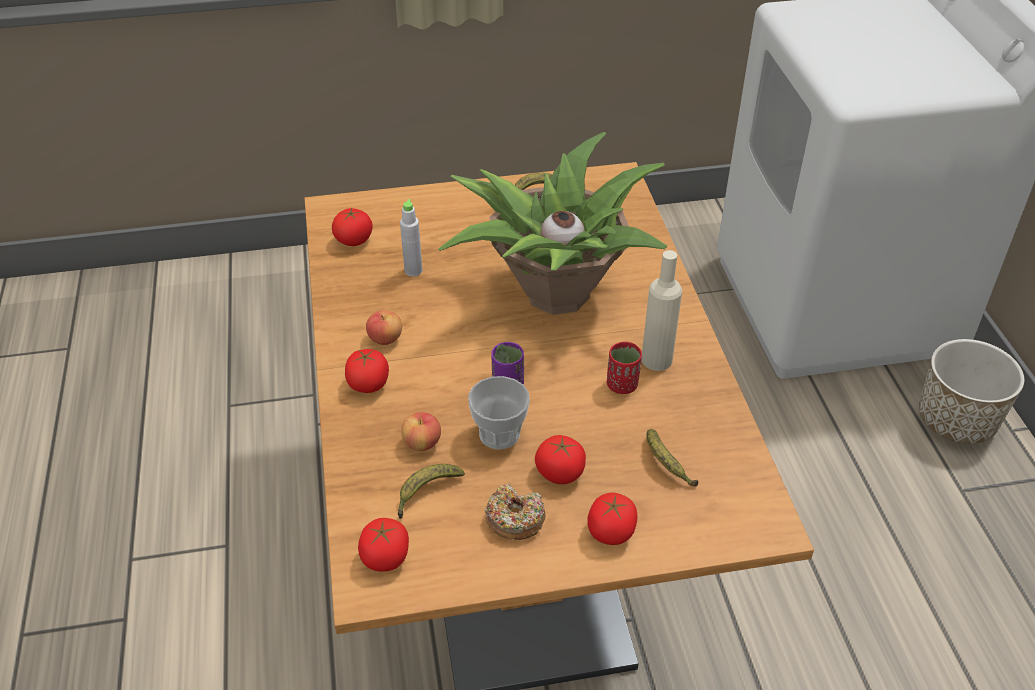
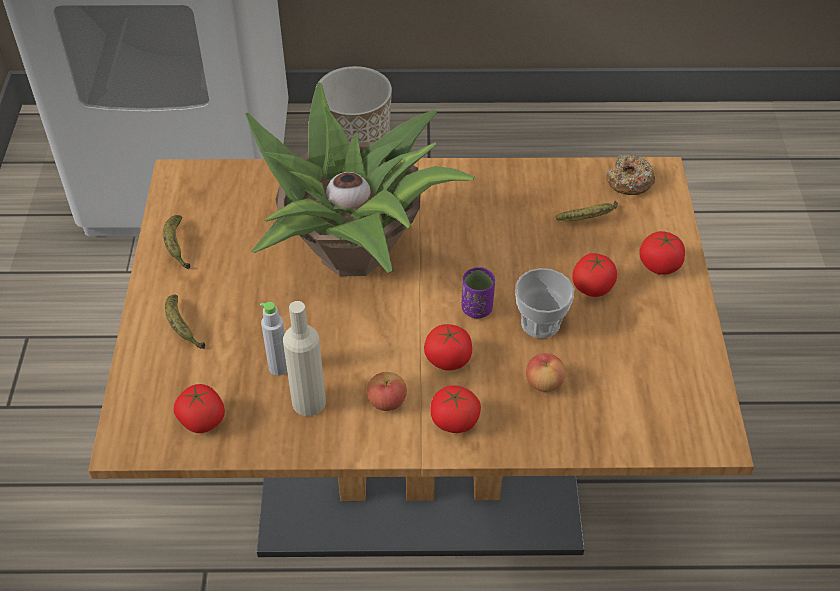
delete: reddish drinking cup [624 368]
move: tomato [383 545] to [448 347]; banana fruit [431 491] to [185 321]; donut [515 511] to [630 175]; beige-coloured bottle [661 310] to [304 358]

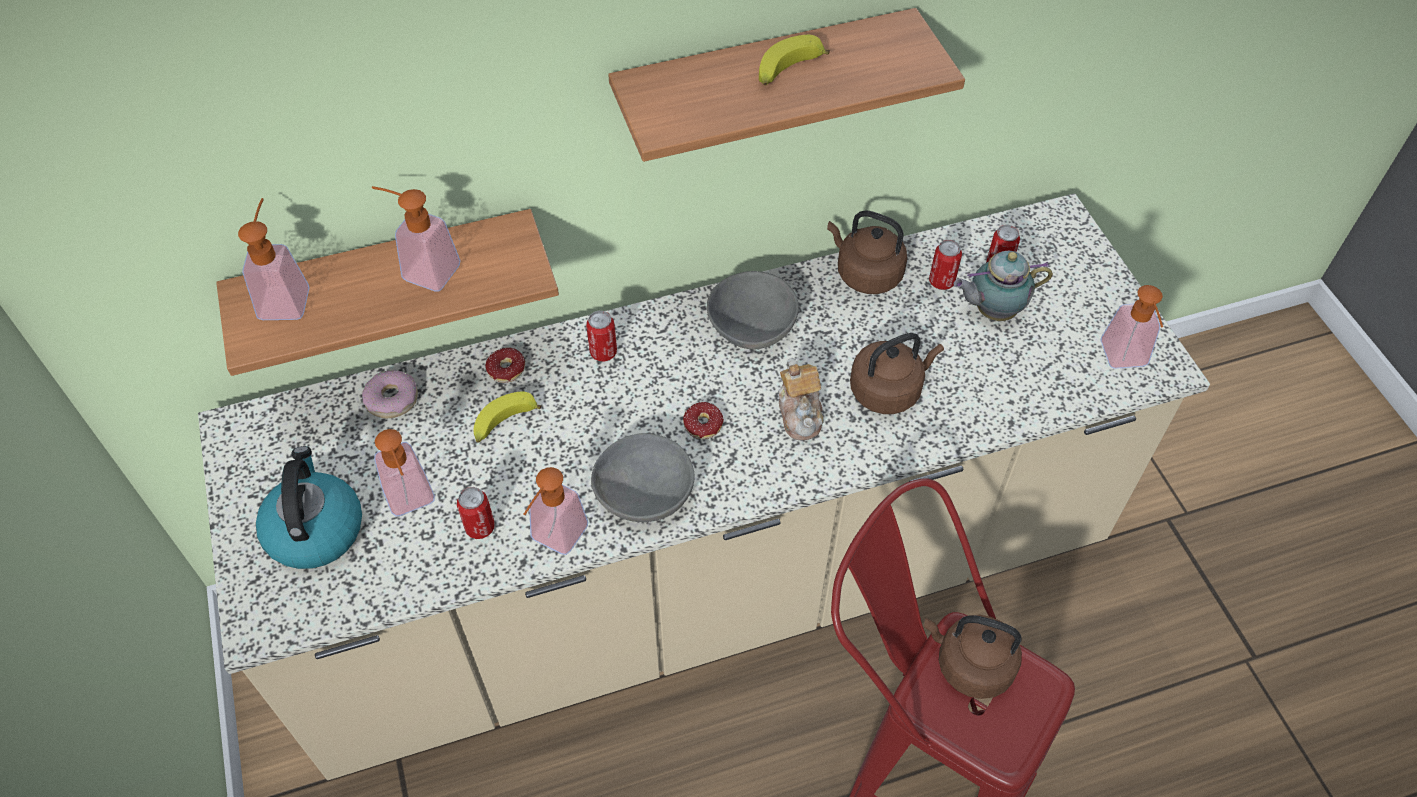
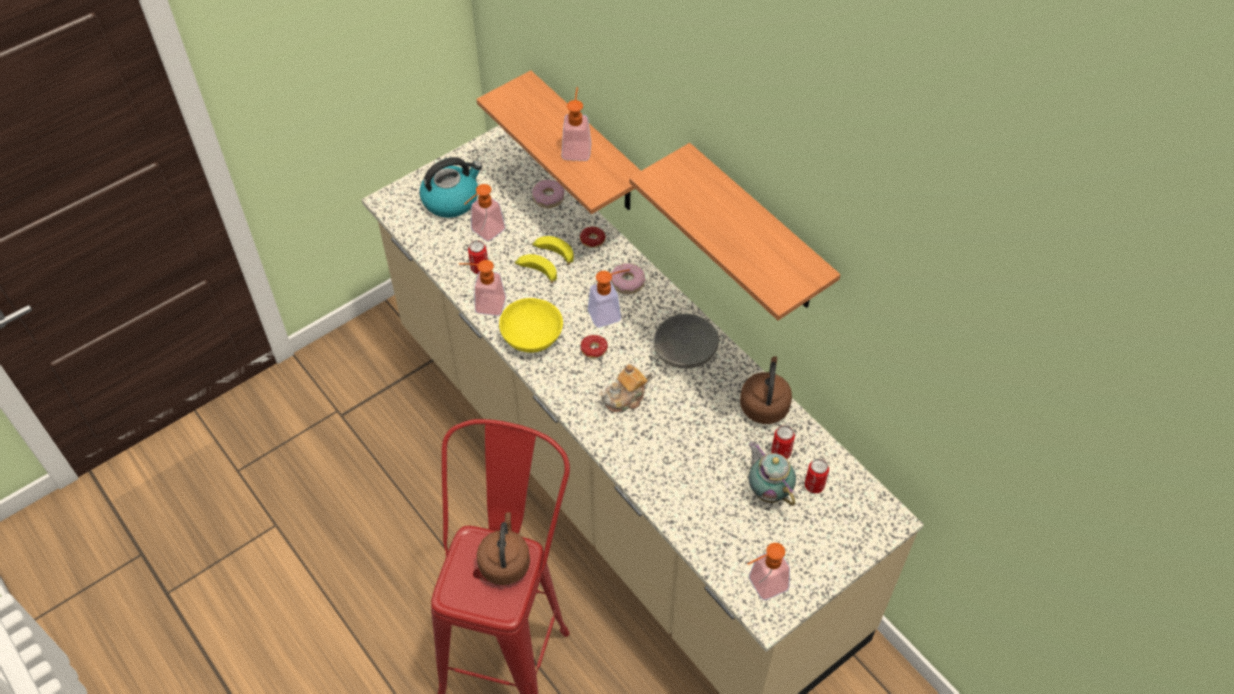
delete: brown-coloured kettle [897 373]
move: soap dispenser [274 259] to [609 298]; banana fruit [794 60] to [536 268]
replace: sealed can [601 336] to donut [628 278]
recolor: gray bowl [642 477] to yellow bowl [531 325]

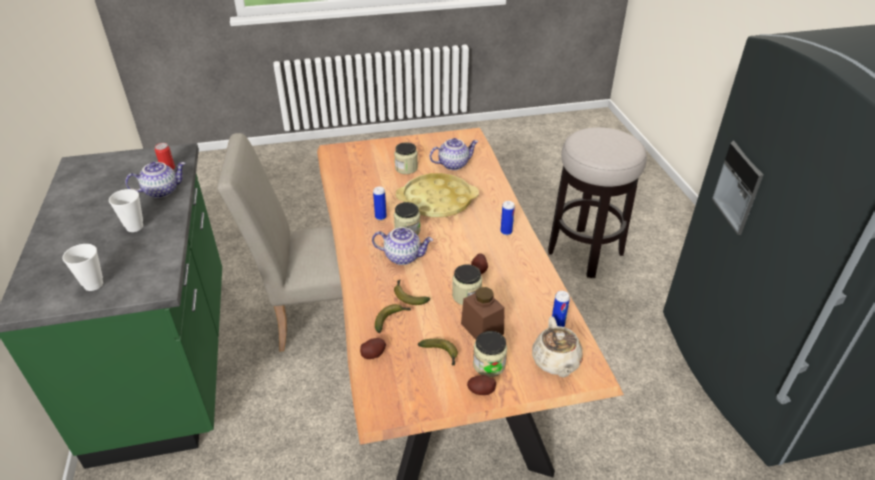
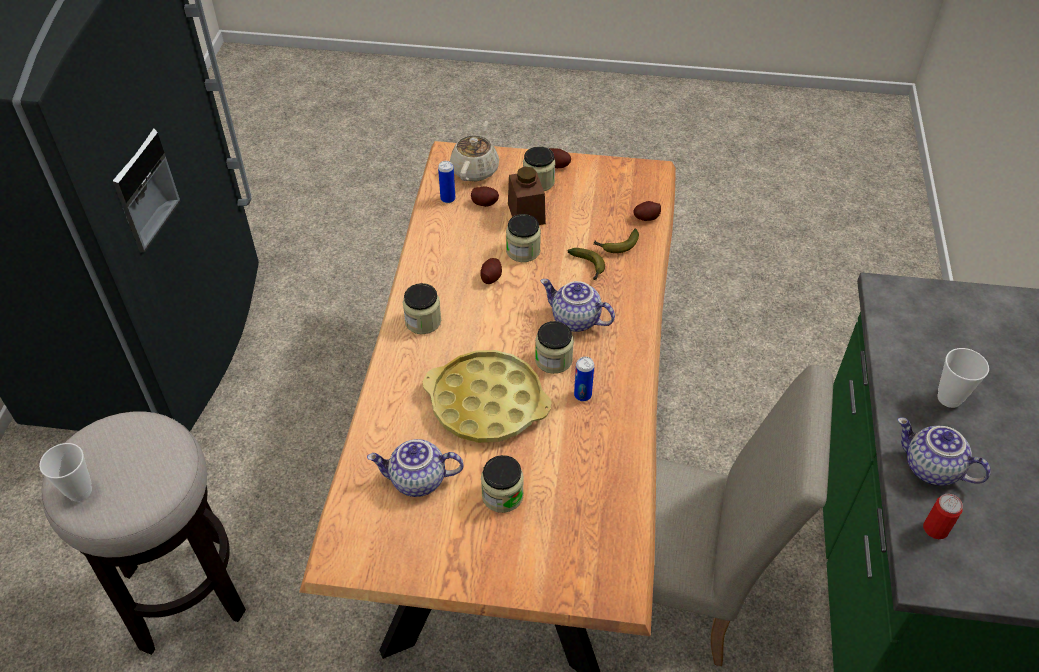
delete: banana fruit [438 352]
insert: whole potato [485 197]
move: drinking cup [82 267] to [65 472]
replace: sealed can [507 218] to storage jar [422 308]
rotate: pot for tea [155 180] = [944 451] 45 degrees clockwise

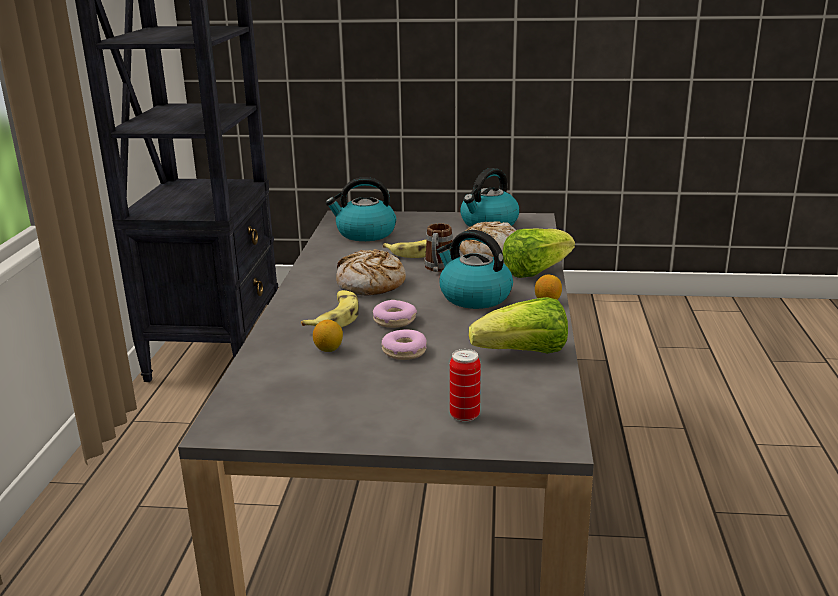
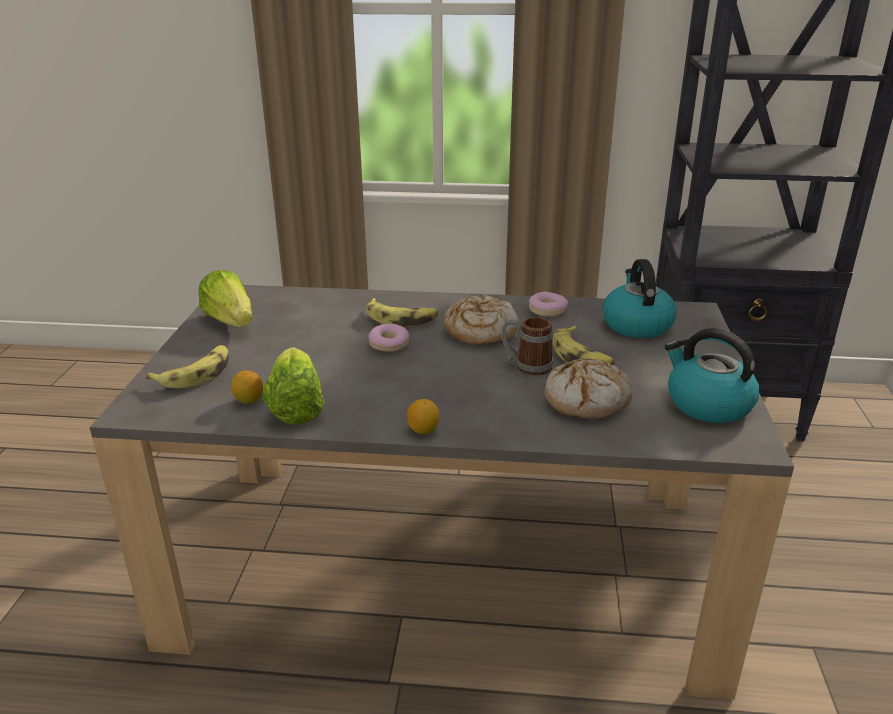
delete: kettle [474 269]
move: whole lemon [328 336] to [247 387]; donut [404 344] to [548 304]; lettuce head [539 253] to [225 298]
replace: sealed can [465 385] to banana fruit [187 366]

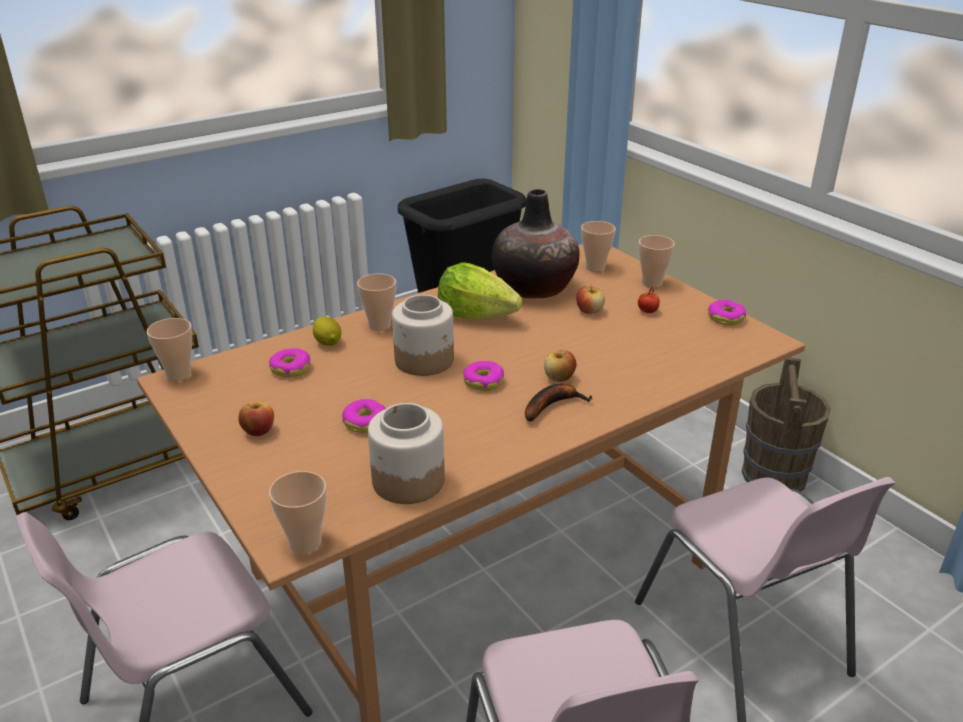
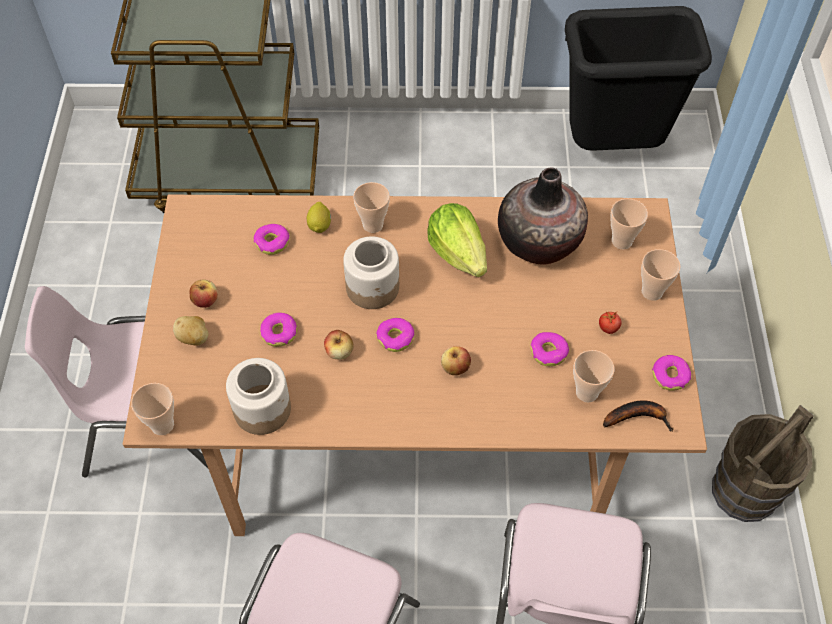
insert: whole potato [190 331]; donut [550 349]
move: drinking cup [169 349] to [593 376]; banana fruit [559 402] to [638 416]; apple [590 300] to [339 345]

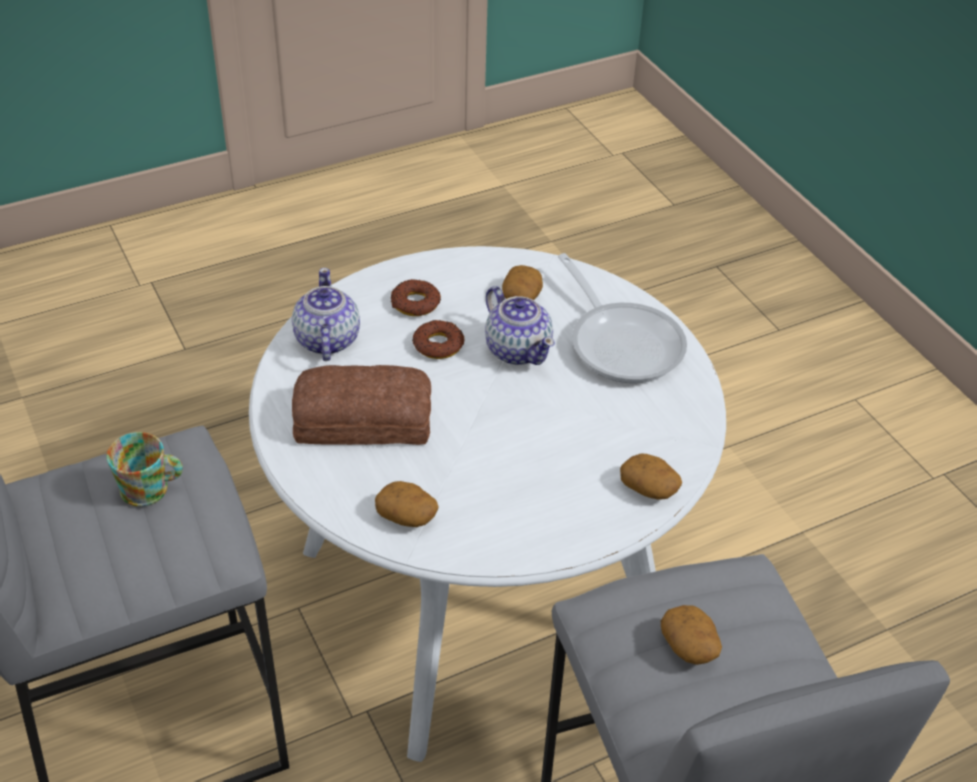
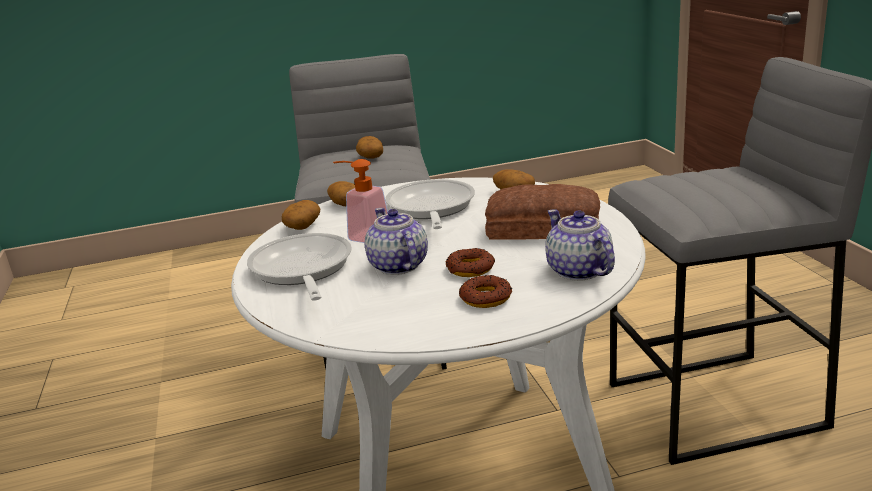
delete: coffee mug [144 469]
insert: soap dispenser [360 201]; pan [430 204]
move: whole potato [522 282] to [301 215]
rotate: pot for tea [326 314] = [580 245] 150 degrees clockwise

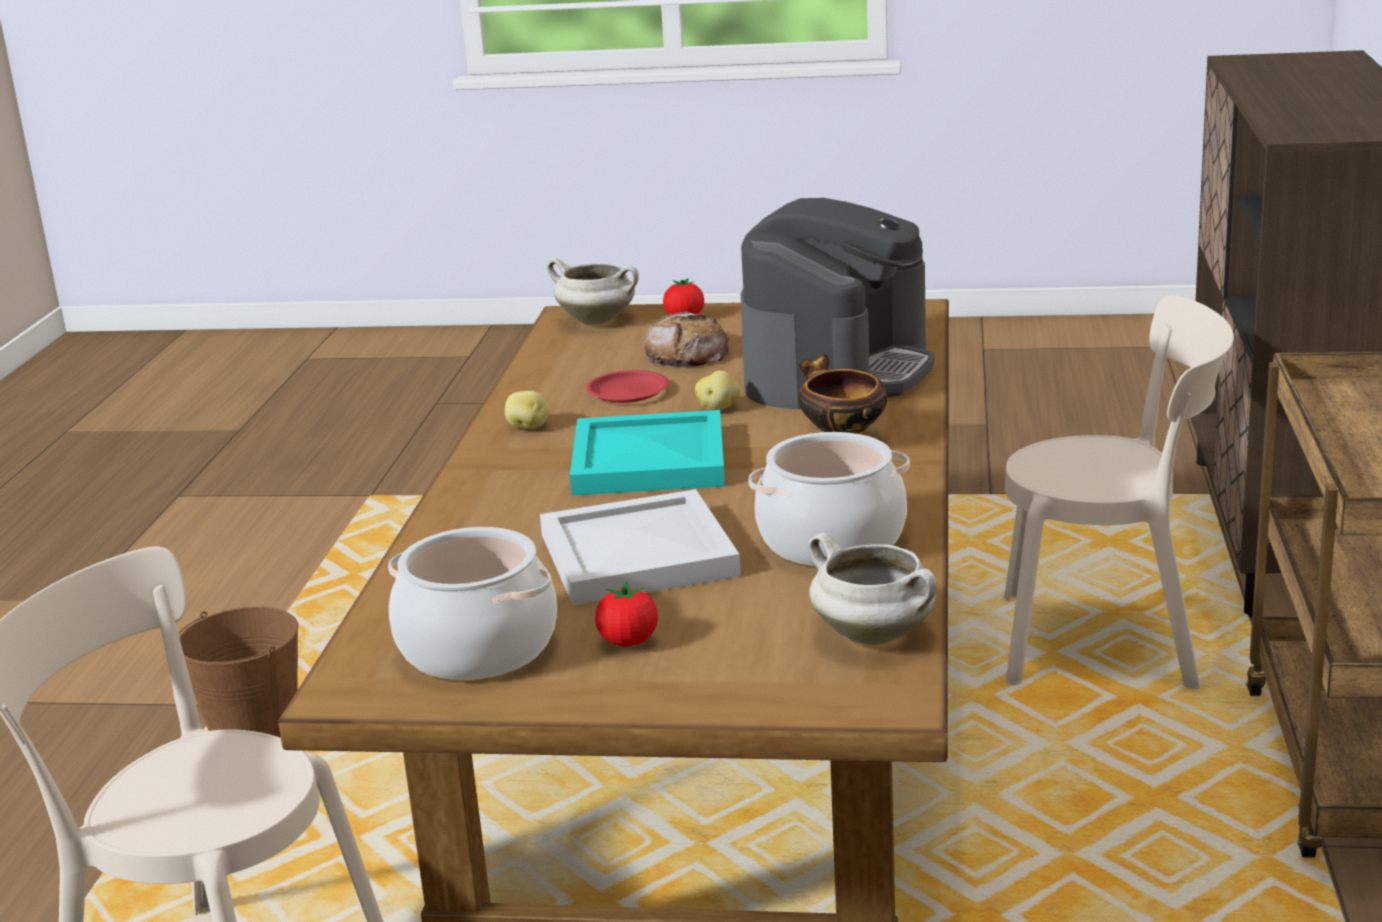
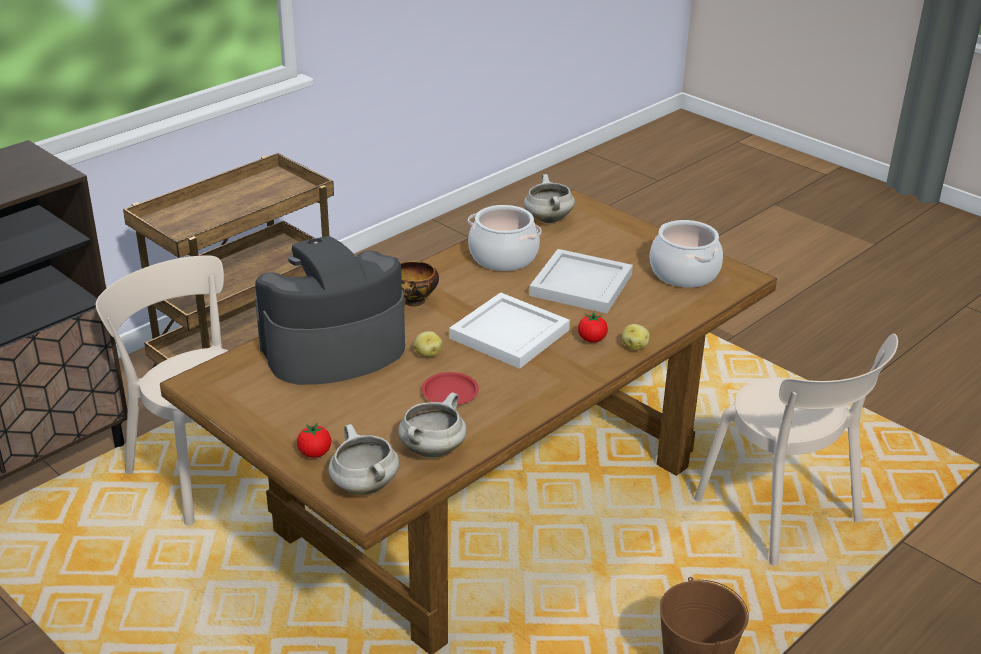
delete: bread [686 339]
insert: white cooking pot [432 425]
move: whole potato [527 410] to [636 337]; tomato [626 614] to [593 327]
recolor: turquoise-coloured carrying tray [647 453] to white carrying tray [509 330]

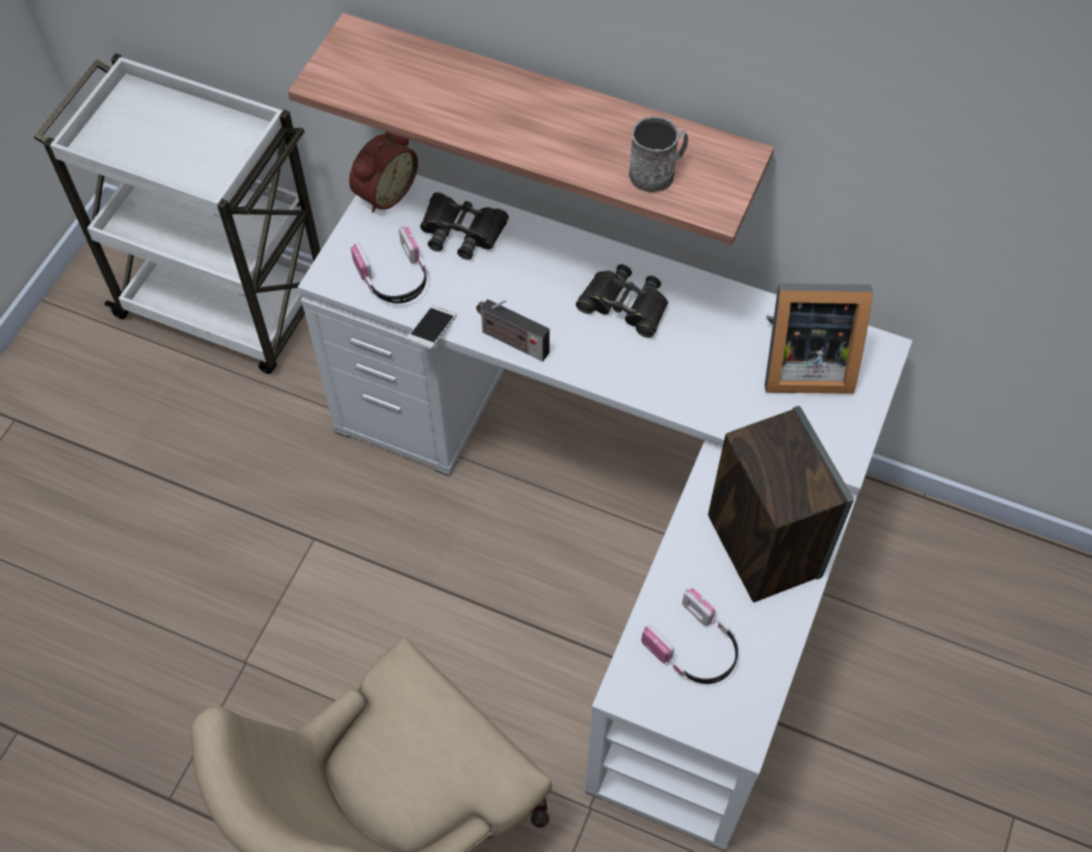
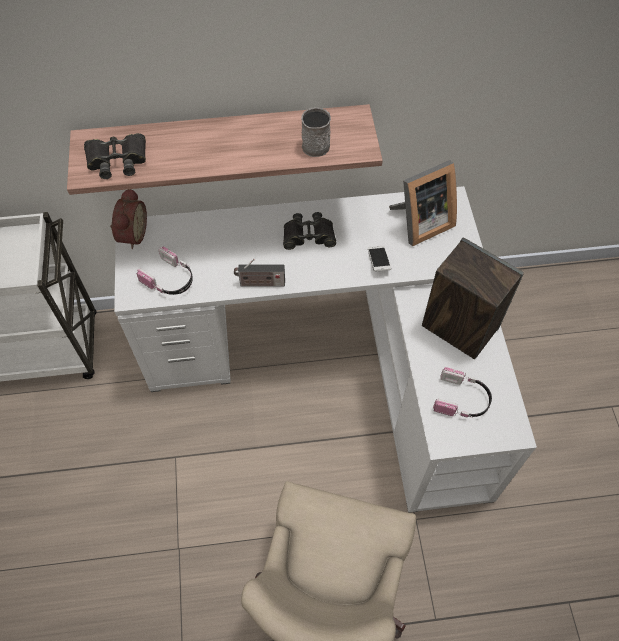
move: phone [432 327] to [379 259]; black pair of binoculars [464 226] to [115 156]

